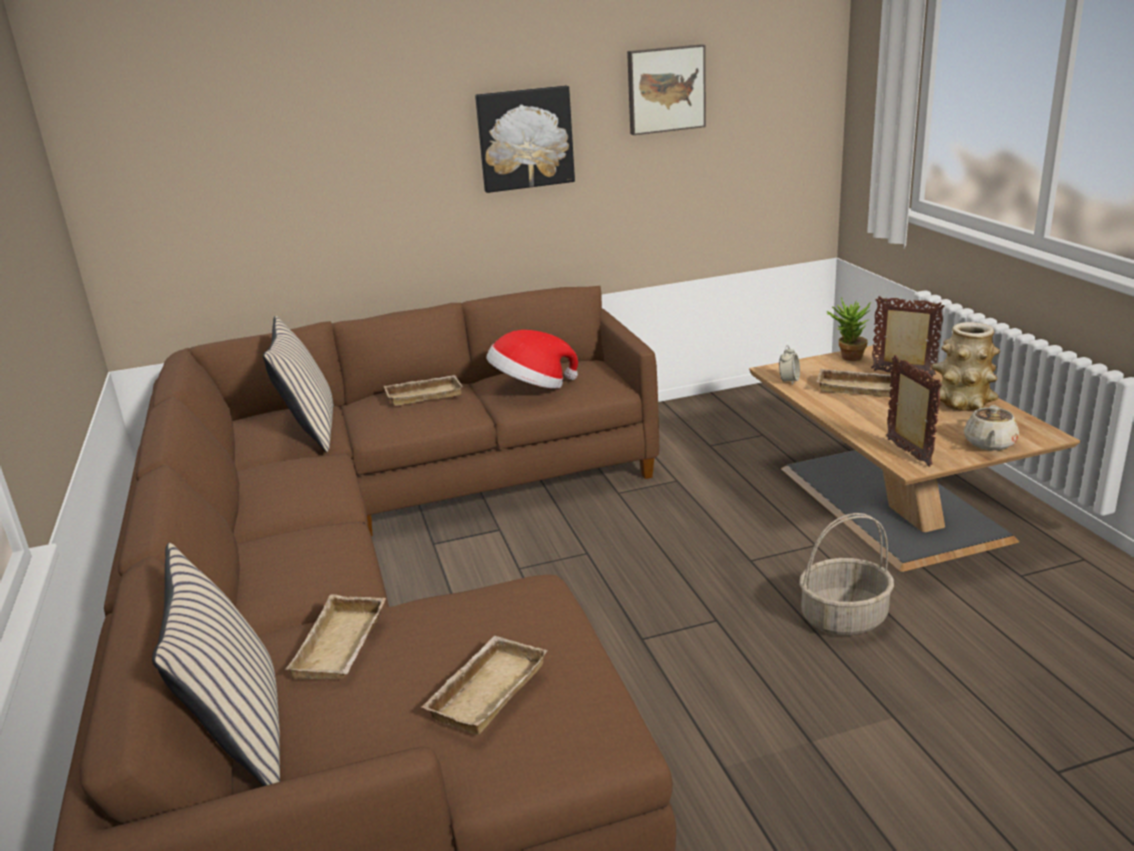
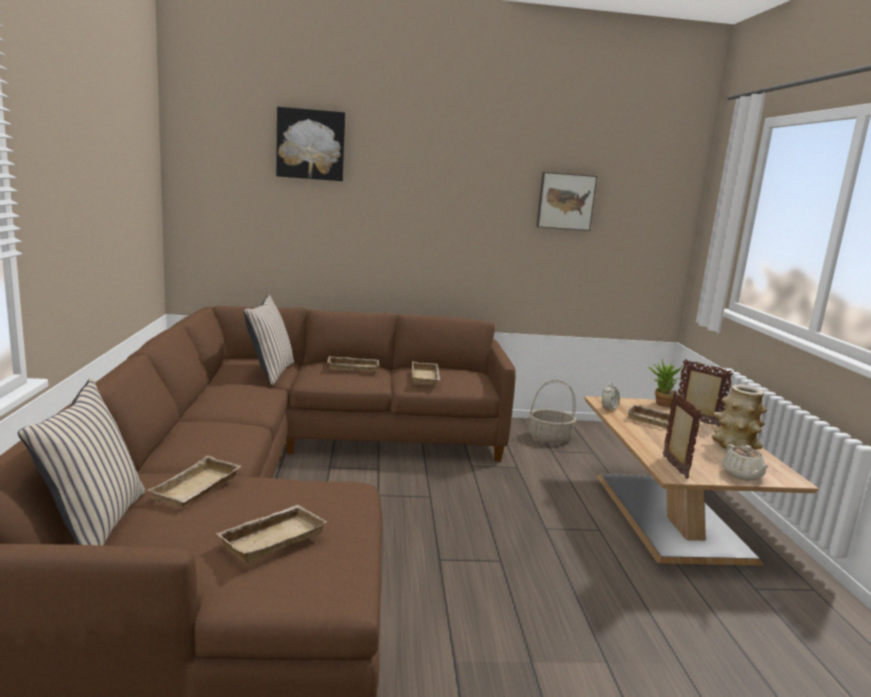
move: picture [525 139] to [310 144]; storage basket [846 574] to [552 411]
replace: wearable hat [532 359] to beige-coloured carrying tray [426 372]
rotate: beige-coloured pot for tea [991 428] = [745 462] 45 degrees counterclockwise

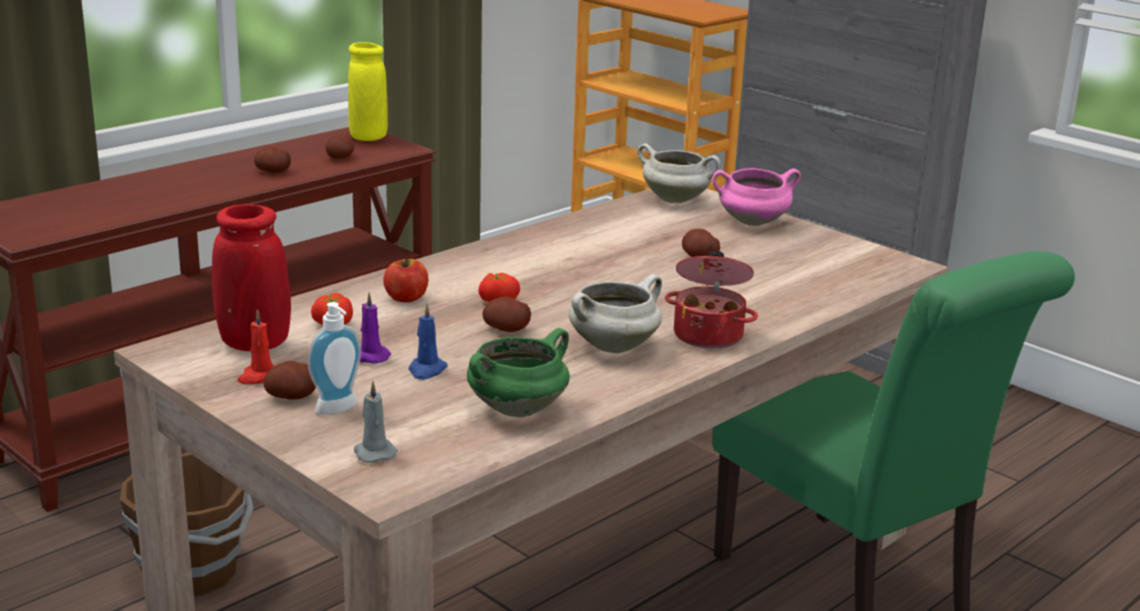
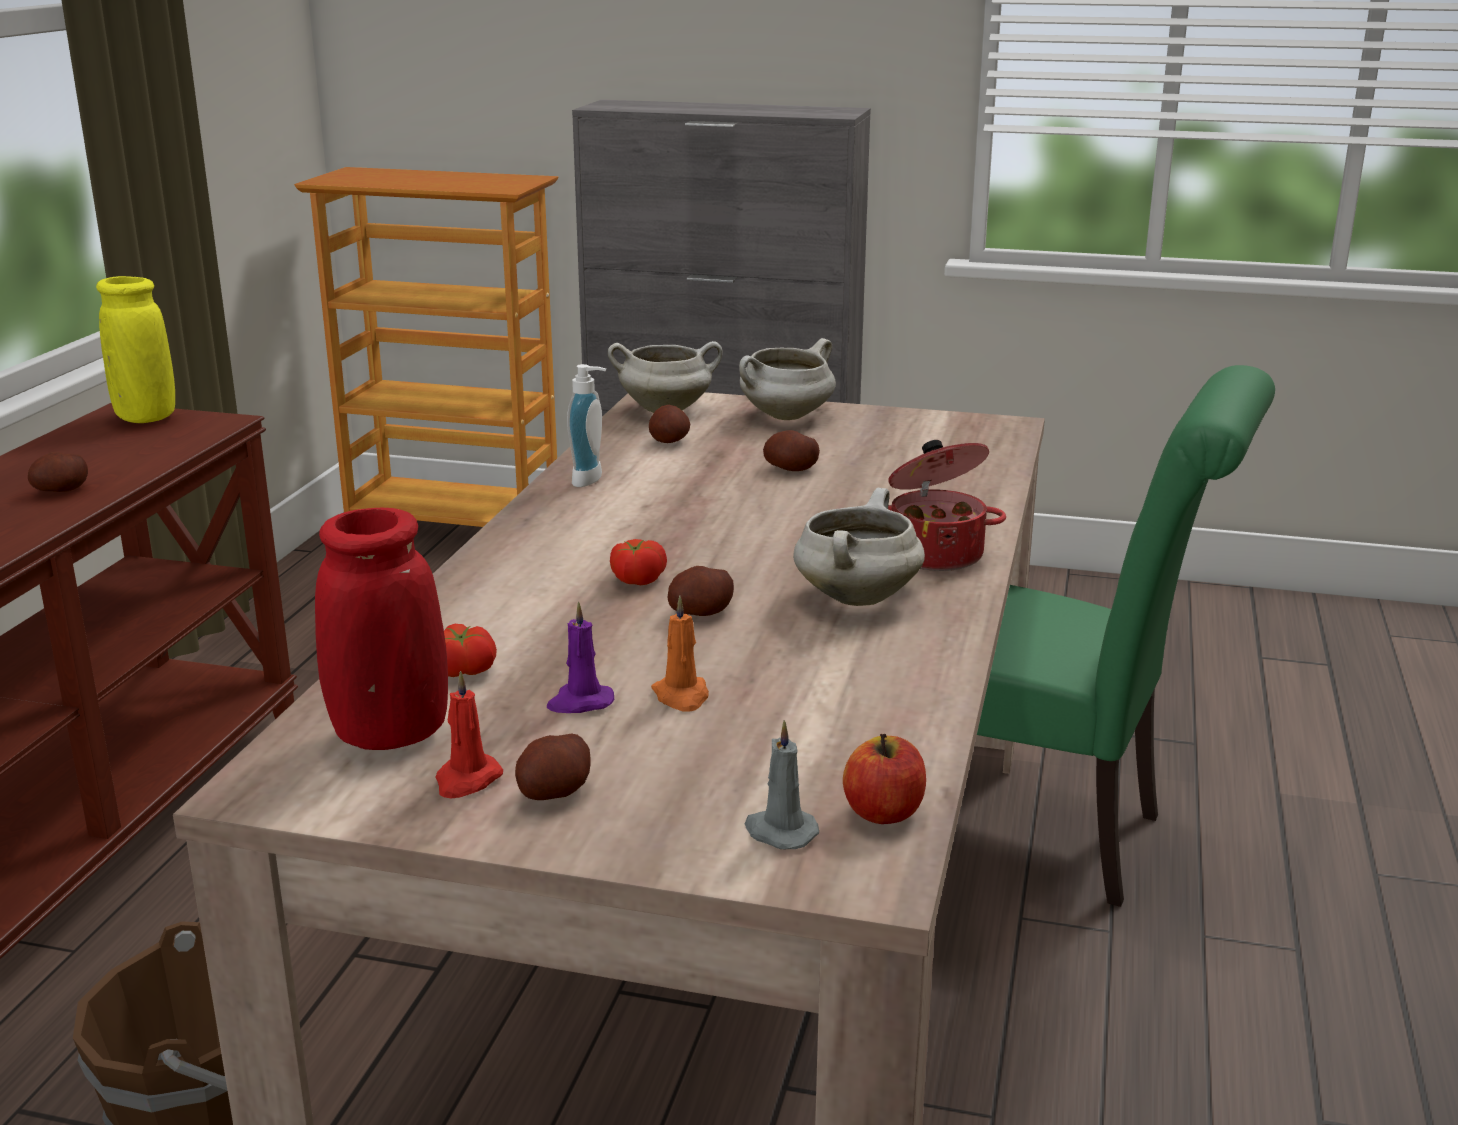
delete: green cooking pot [518 373]
move: soap dispenser [334 358] to [586 425]; whole potato [340 146] to [669 424]; apple [406 279] to [884 779]
recolor: blue-coloured wax light [428 342] to orange wax light [680 654]; pinkish cooking pot [756 197] to white cooking pot [787 379]

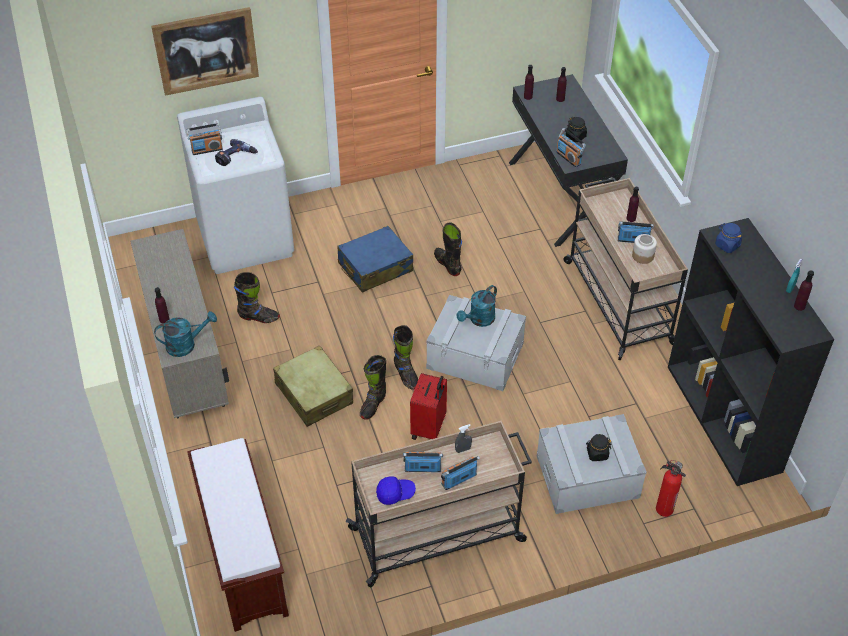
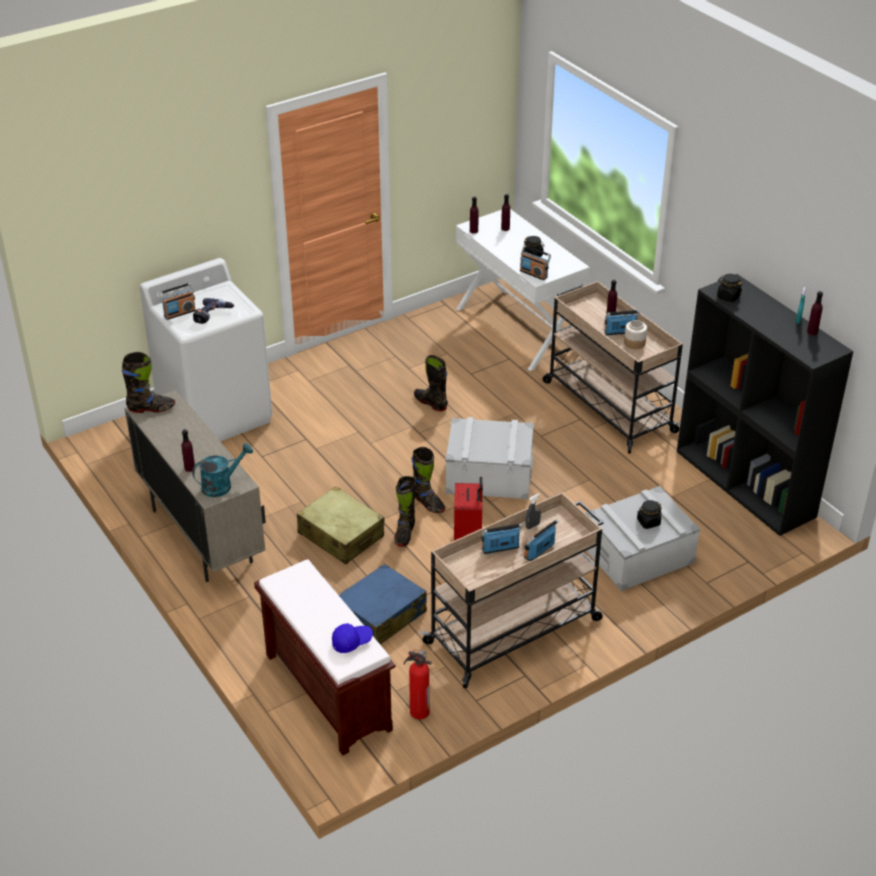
delete: picture [205 51]; turquoise-coloured watering pot [477 306]
move: black tall boot [257 297] to [148 382]; blue-coloured piece of luggage [375 259] to [383 604]; blue-coloured baseball cap [396 490] to [352 638]; fire extinguisher [671 488] to [418 685]
recolor: black desk table [568 160] to white desk table [523 290]; blue-coloured storage jar [728 238] to black storage jar [729 288]

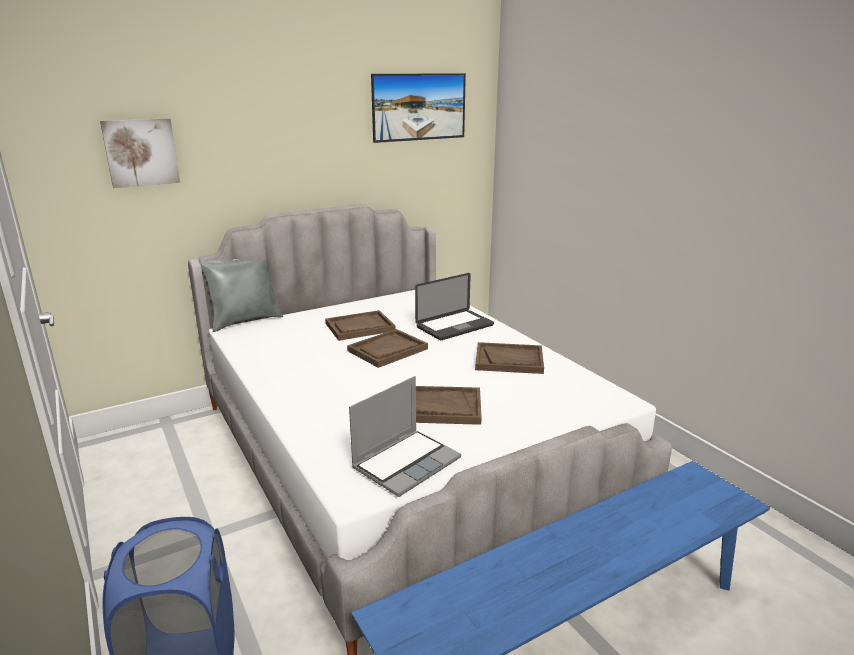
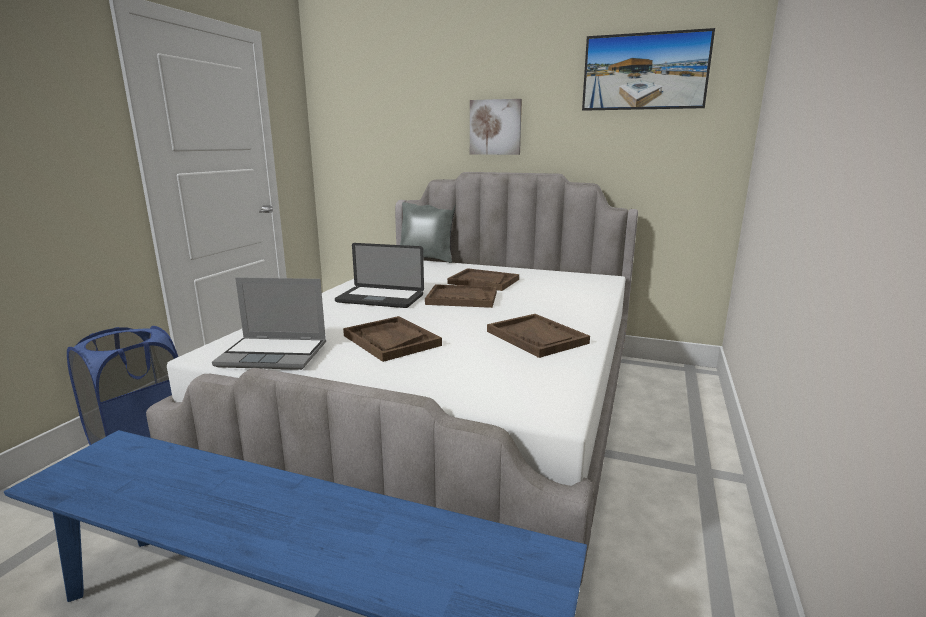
move: picture [140 153] to [496 127]; notebook computer [454 306] to [379 275]

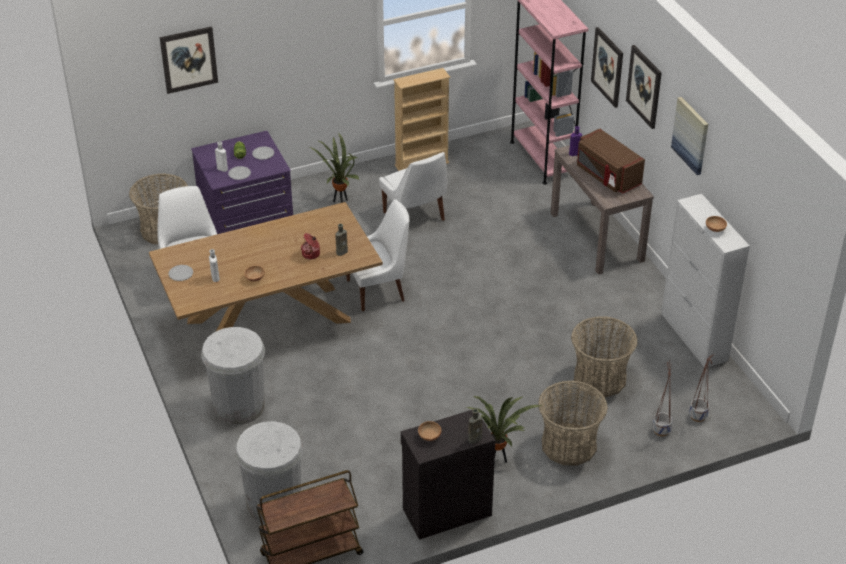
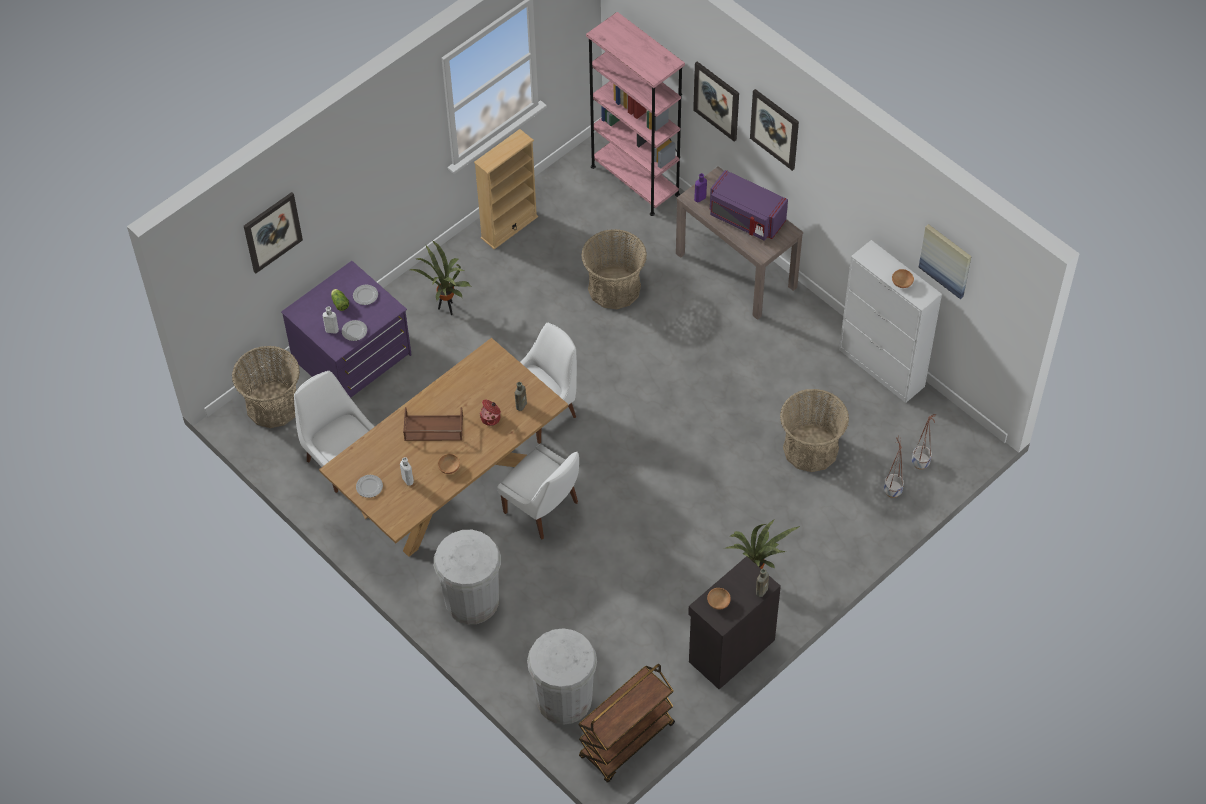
insert: brown-coloured carrying tray [433 424]
move: white plain chair [413 186] to [538 492]; storage basket [573 422] to [614 269]; picture [689 136] to [945 261]
recolor: brown-coloured kitchen microwave [611 160] to purplish kitchen microwave [749 205]

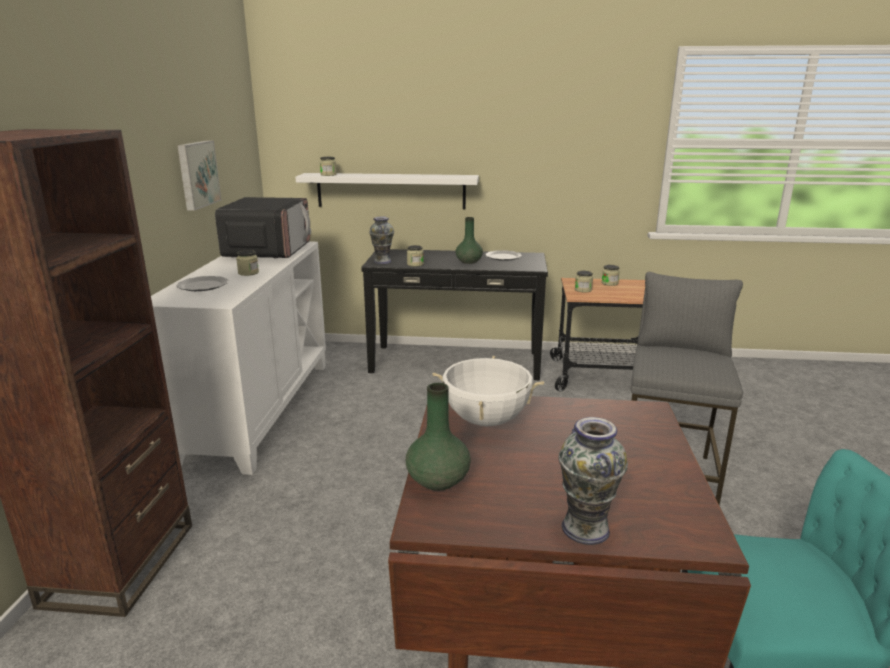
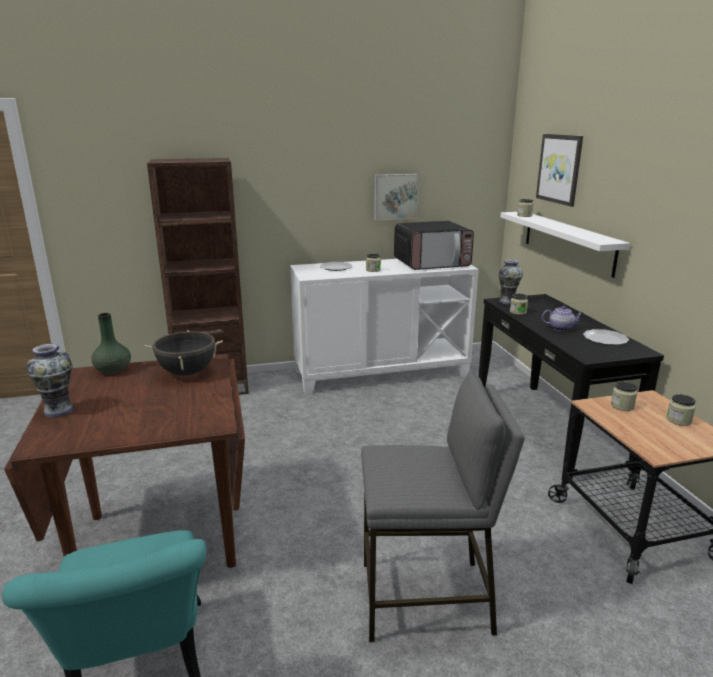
insert: picture [559 170]
replace: green vase [469 240] to pot for tea [563 318]
recolor: white cooking pot [488 391] to black cooking pot [184 353]

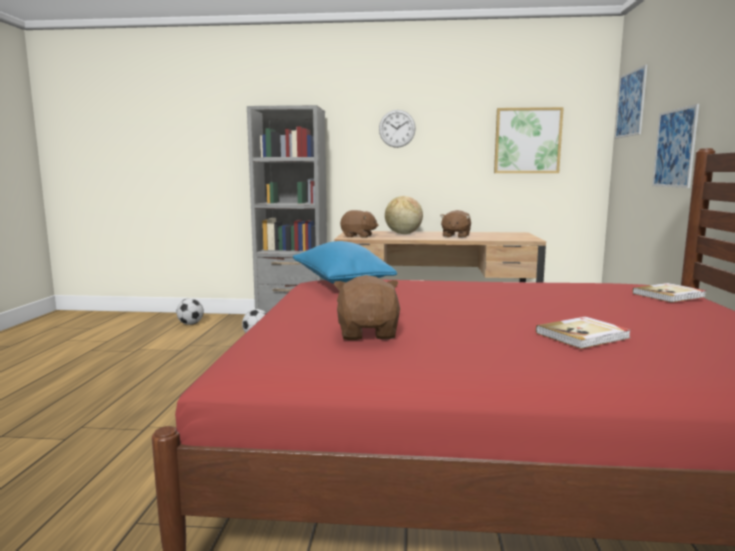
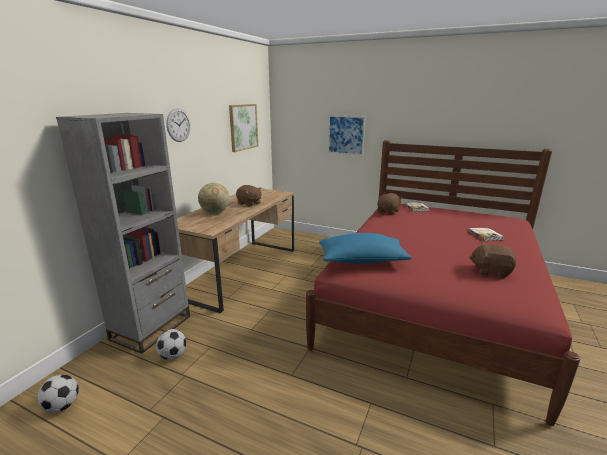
delete: picture [631 101]
move: brown-coloured plush toy [359 224] to [390 204]

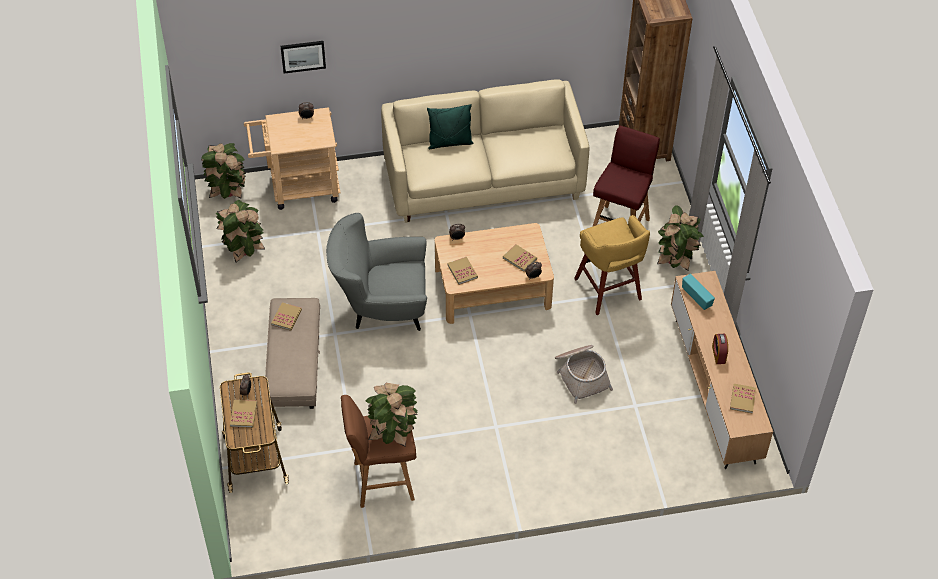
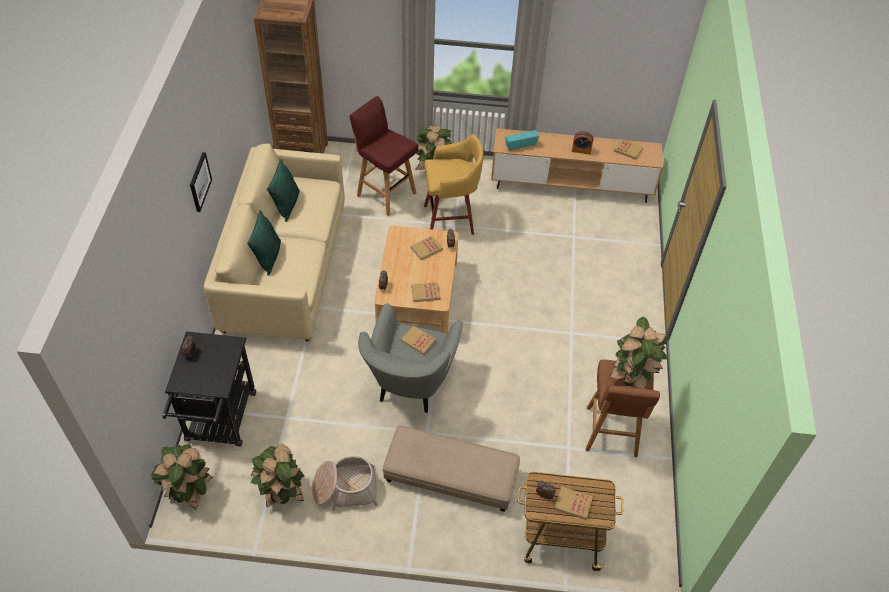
insert: green cushion [283 190]
move: book [286 316] to [418 340]; picture [303 57] to [201 182]; storage basket [584 374] to [345 483]
recolor: beige-coloured wheeled cart [292 158] to black wheeled cart [209 389]

